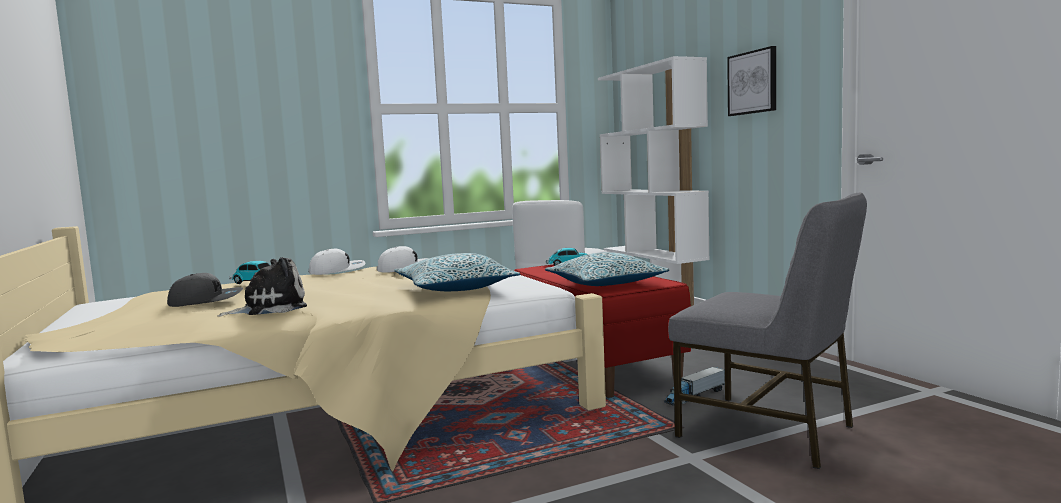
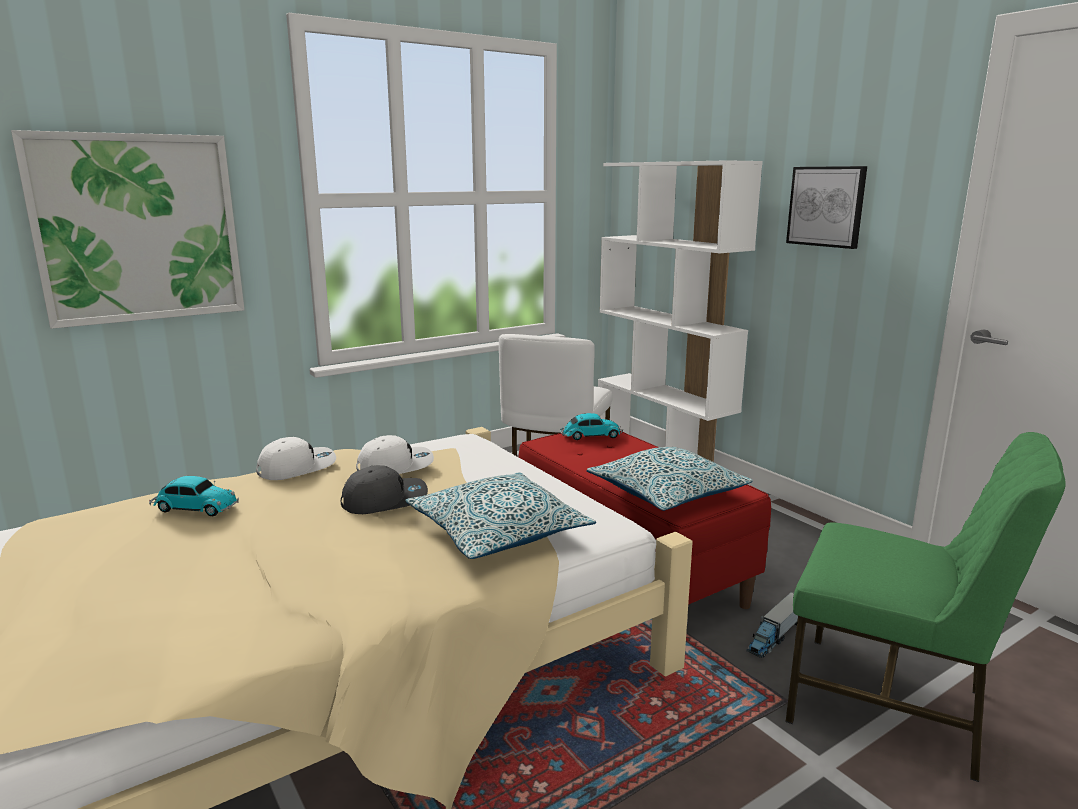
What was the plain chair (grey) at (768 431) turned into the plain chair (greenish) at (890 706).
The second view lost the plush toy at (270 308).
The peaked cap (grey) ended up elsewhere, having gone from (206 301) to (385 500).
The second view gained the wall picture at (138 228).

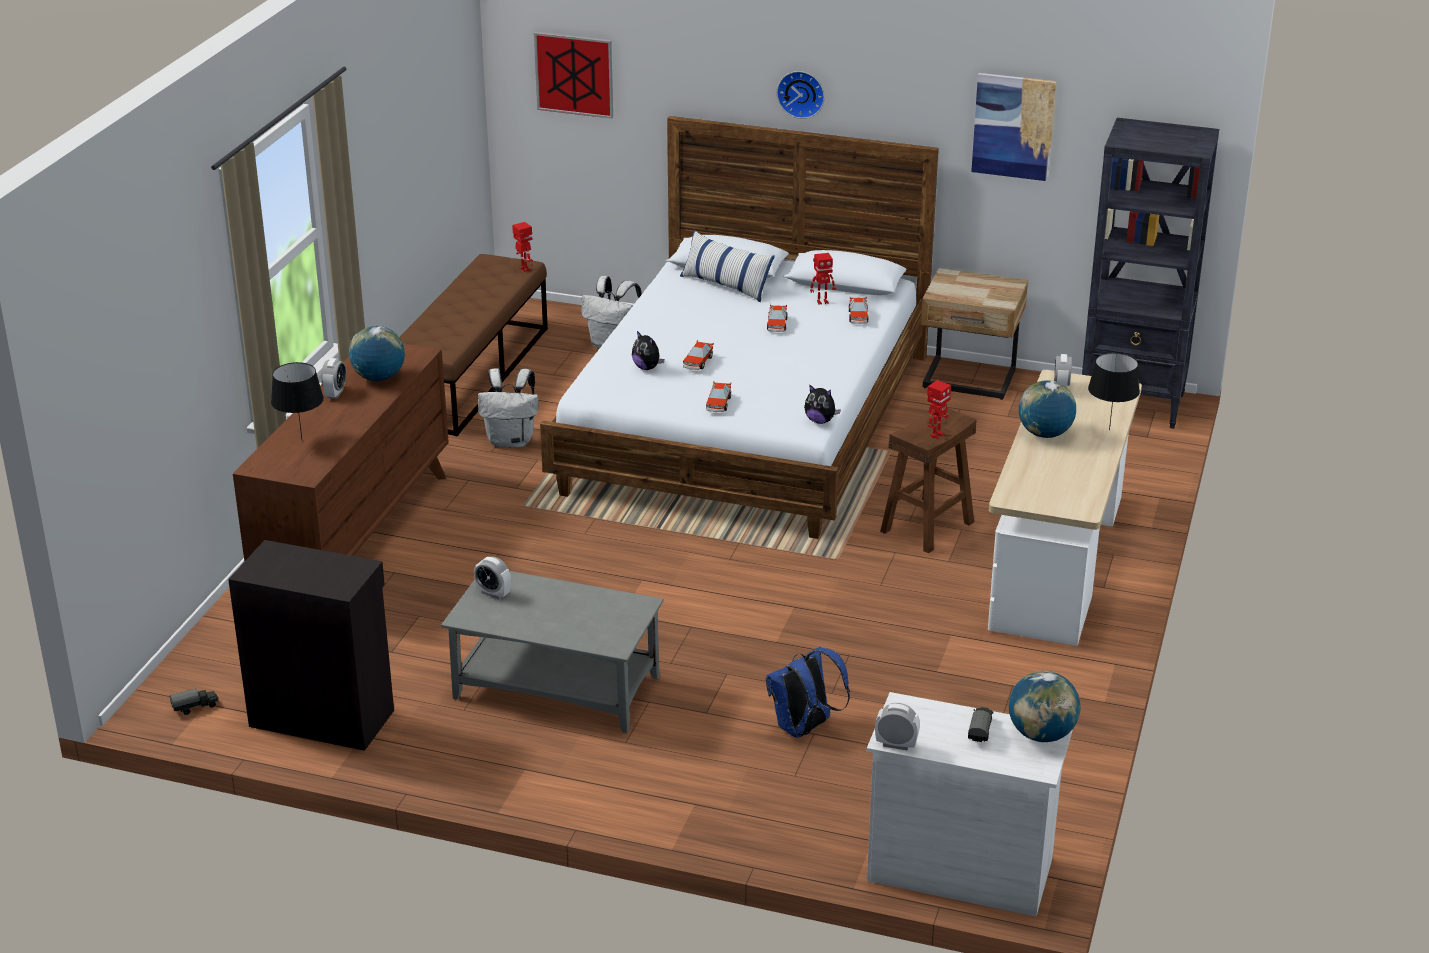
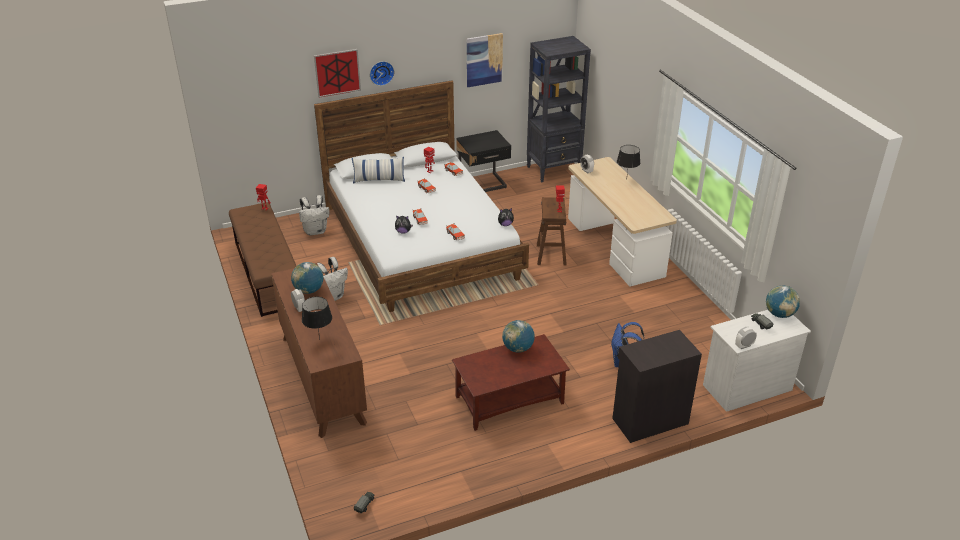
The wall picture ended up elsewhere, having gone from (574 74) to (337 72).
What was the night table (beige-coloured) at (969 381) turned into the night table (blackish) at (483 185).
The globe ended up elsewhere, having gone from (1045 434) to (518 348).
The cabinet (blackish) ended up elsewhere, having gone from (322 717) to (649 420).
The second view lost the bedside clock at (493 593).
What was the low table (grey) at (558 687) turned into the low table (brown-coloured) at (510 399).

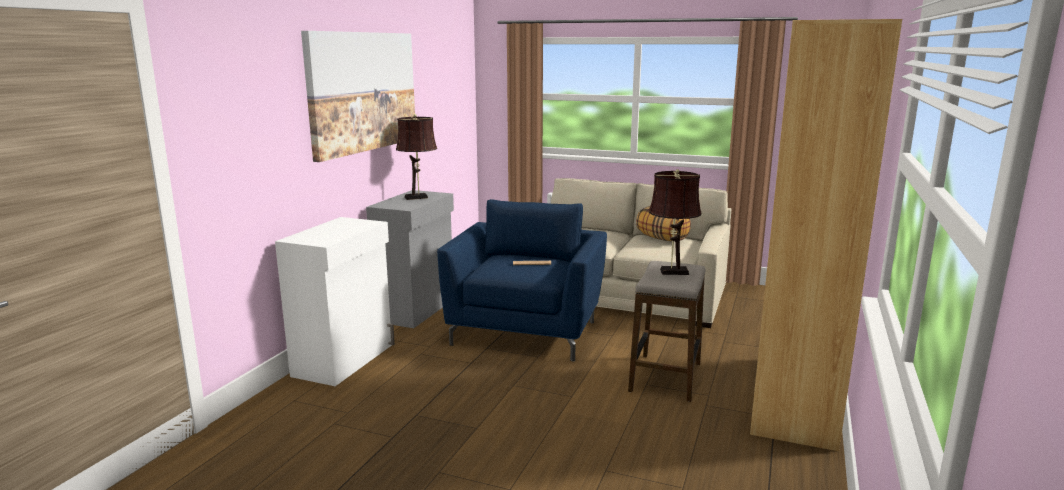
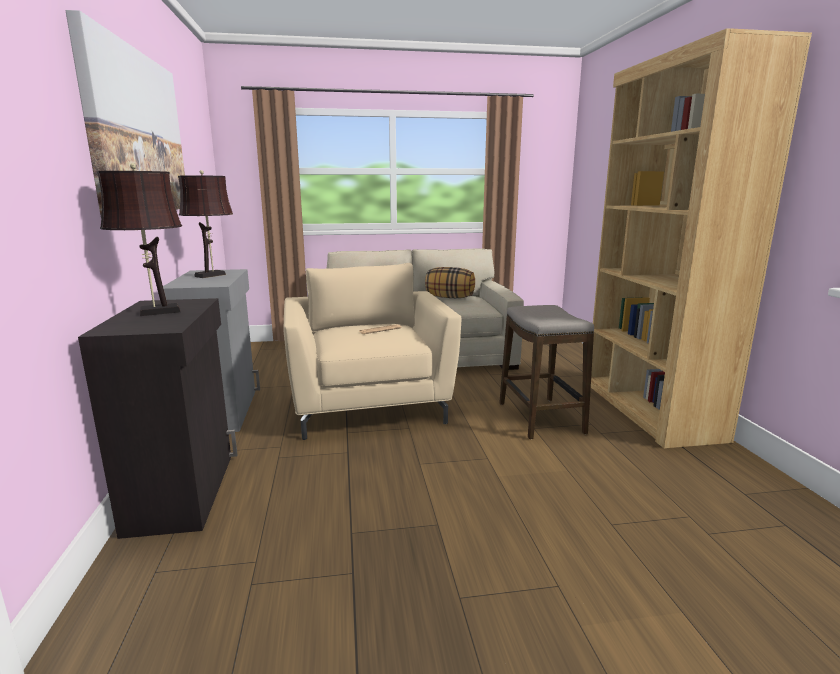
The tabletop lamp (brown-coloured) ended up elsewhere, having gone from (671 272) to (155 312).
What was the easy chair (blue) at (526 332) turned into the easy chair (beige-coloured) at (369 407).
What was the cabinet (whitish) at (345 360) turned into the cabinet (blackish) at (184 491).

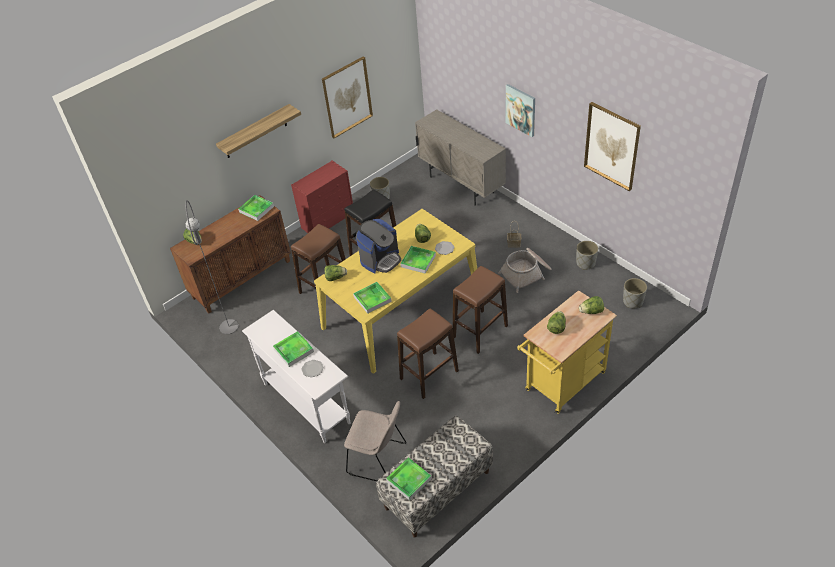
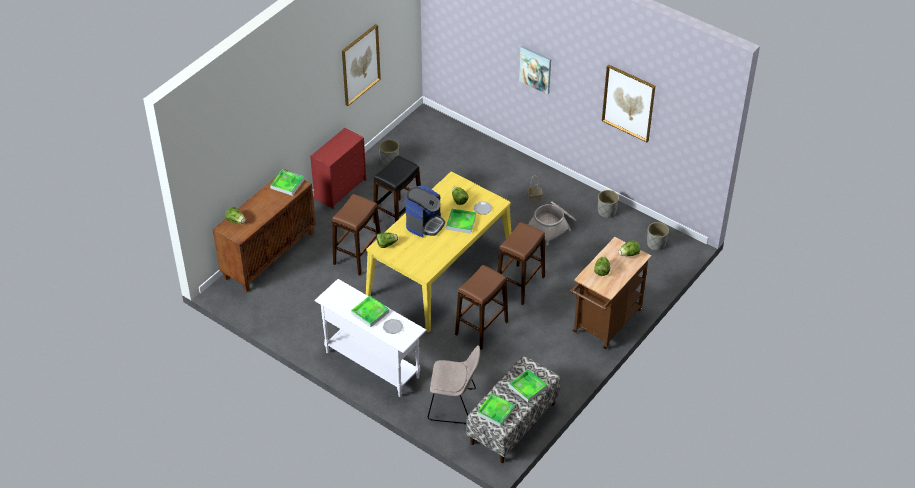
The second view lost the shelf at (255 132).
The second view lost the cabinet (beige-coloured) at (461 185).
The second view lost the standing lamp (grey) at (229 327).
The serving tray ended up elsewhere, having gone from (372 299) to (528 387).
What was the wheeled cart (yellow-coloured) at (562 385) turned into the wheeled cart (brown-coloured) at (604 325).

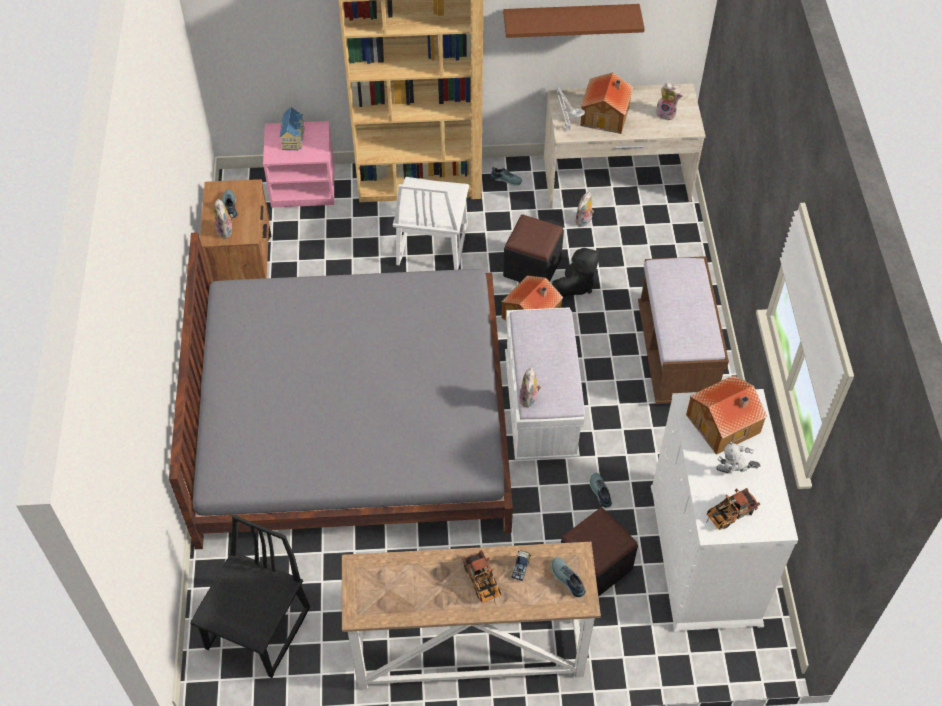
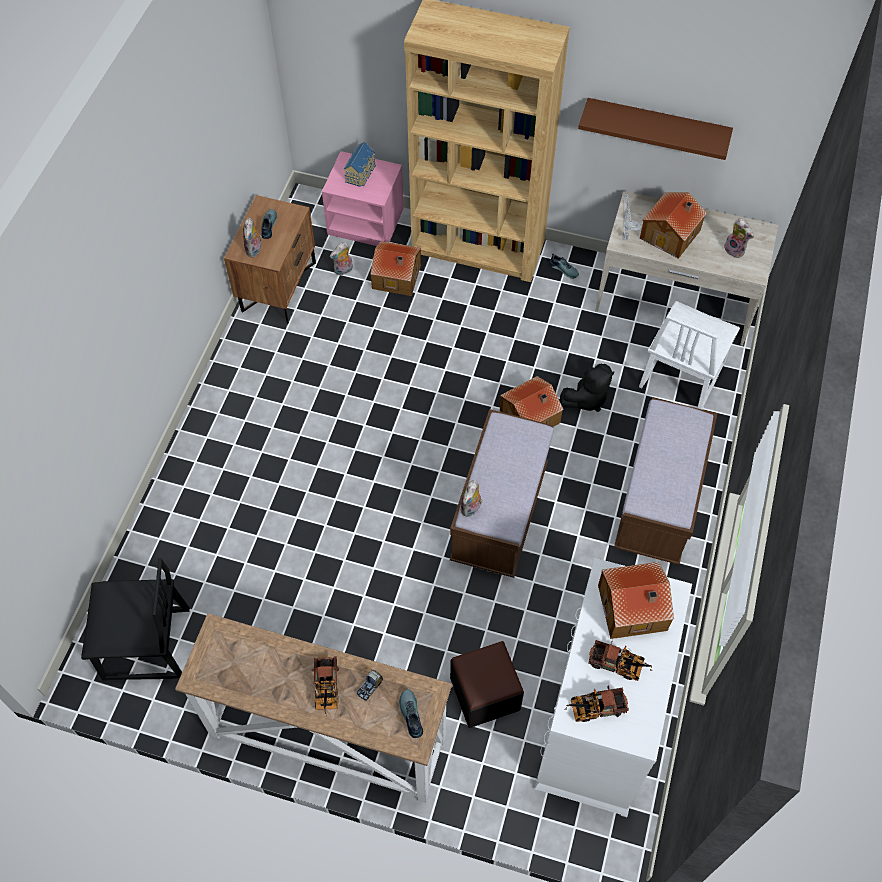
The plain chair (whitish) ended up elsewhere, having gone from (431 245) to (680 375).
The plush toy ended up elsewhere, having gone from (584 221) to (343 270).
The second view lost the pouffe (blackish) at (532 267).
The second view lost the sleeping bed (grey) at (352 417).
What was the long seat (whitish) at (540 407) turned into the long seat (brown-coloured) at (499 513).
Where the toy robot stood at (733 473), the toy lorry came to stand at (619 665).
The second view lost the low shoe at (599 492).
The plain chair (blackish) at (259 629) ended up facing another way, 45 degrees clockwise from before.
The second view gained the miniature house at (397 277).

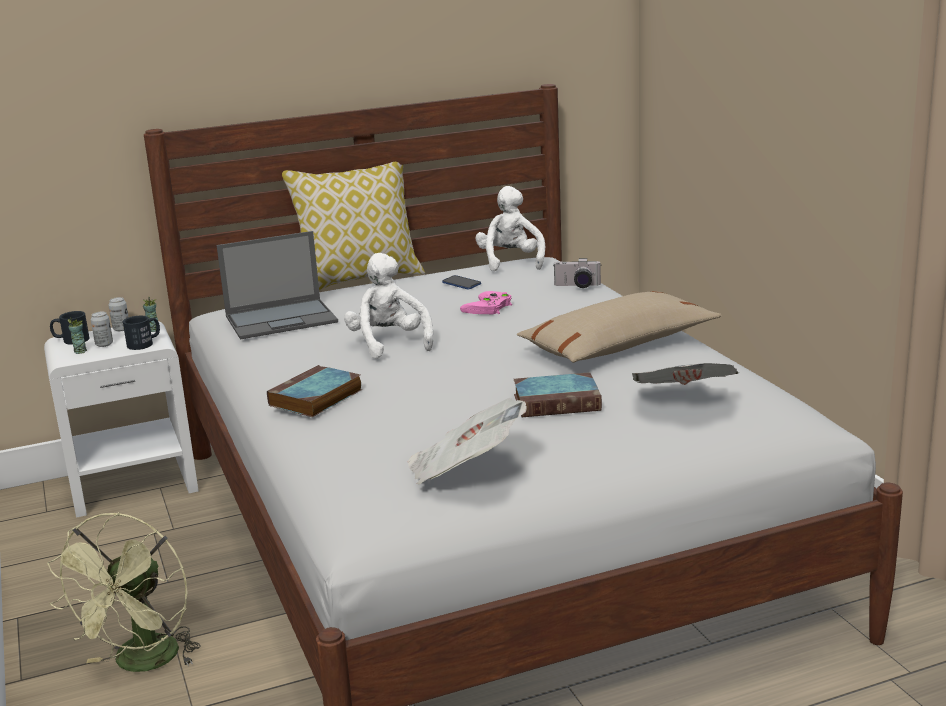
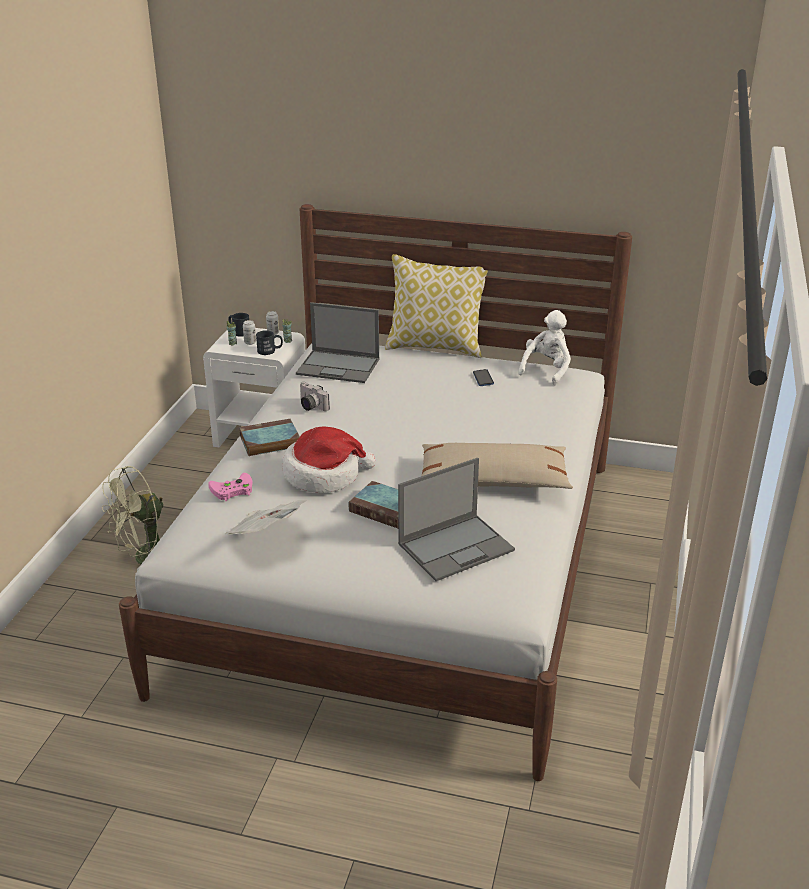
The second view lost the plush toy (whitish) at (389 343).
The photo camera ended up elsewhere, having gone from (577 286) to (310 406).
The game controller (pinkish) ended up elsewhere, having gone from (488 308) to (231 490).
Where the daily paper stood at (683 402), the notebook computer came to stand at (457 546).
The second view gained the hat at (324 475).

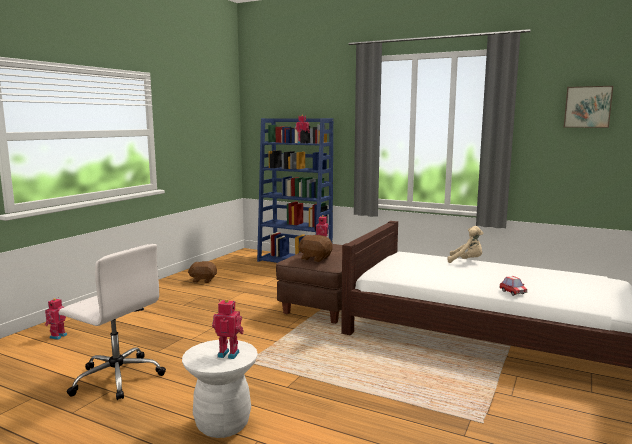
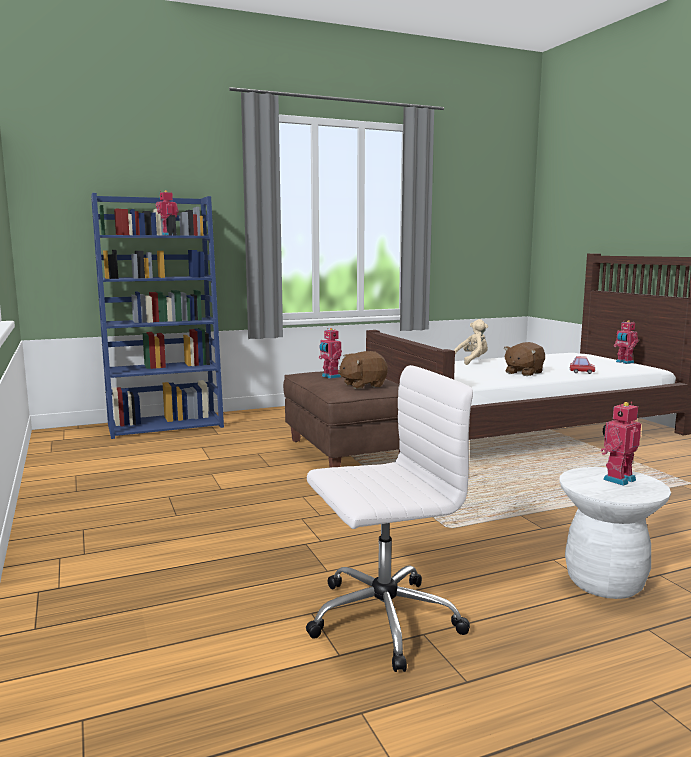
The second view lost the wall picture at (587 107).
The plush toy (brown-coloured) ended up elsewhere, having gone from (203 280) to (523 373).
The toy robot ended up elsewhere, having gone from (57 336) to (624 362).

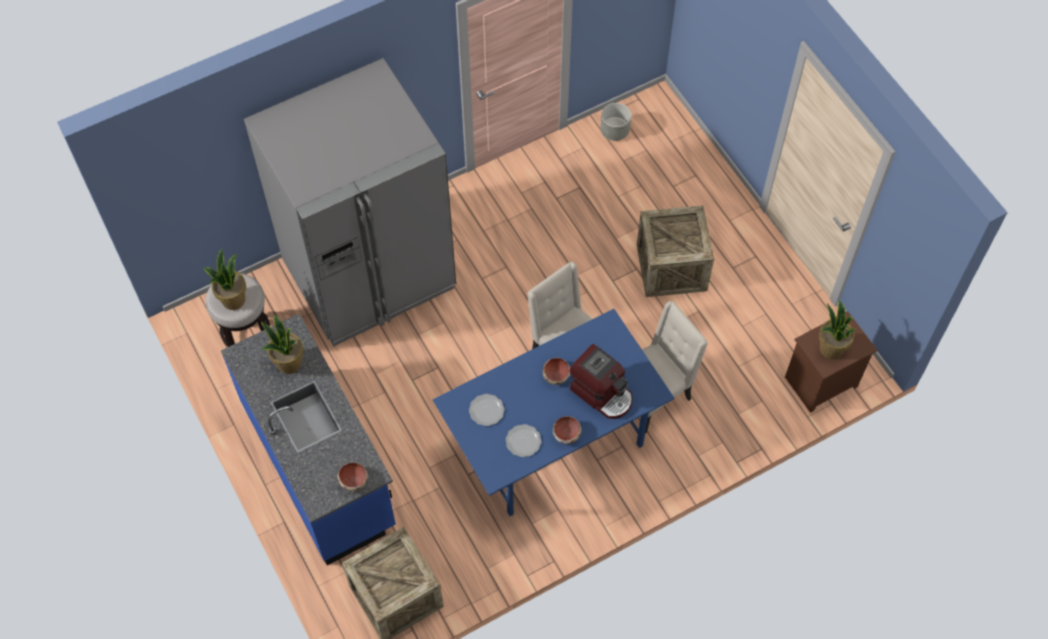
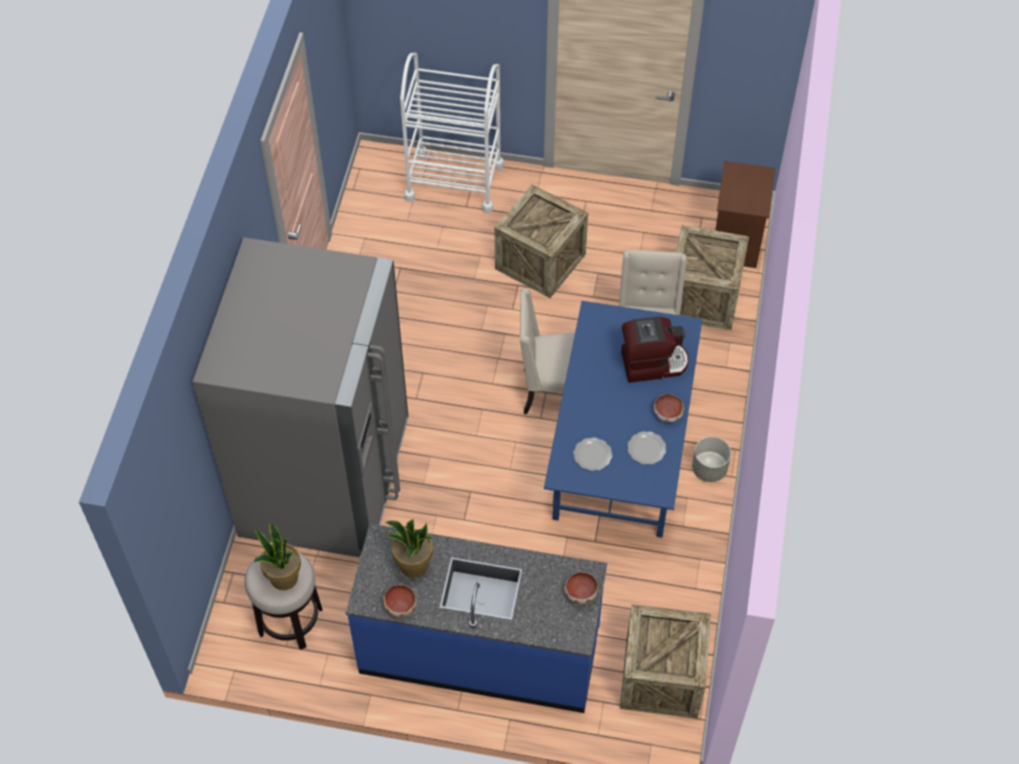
The plant pot (grey) ended up elsewhere, having gone from (614 131) to (709 469).
The second view lost the potted plant at (830 348).
The serving bowl ended up elsewhere, having gone from (555 375) to (399 606).
The second view gained the wheeled cart (whitish) at (454 181).
The second view gained the crate at (703 298).

